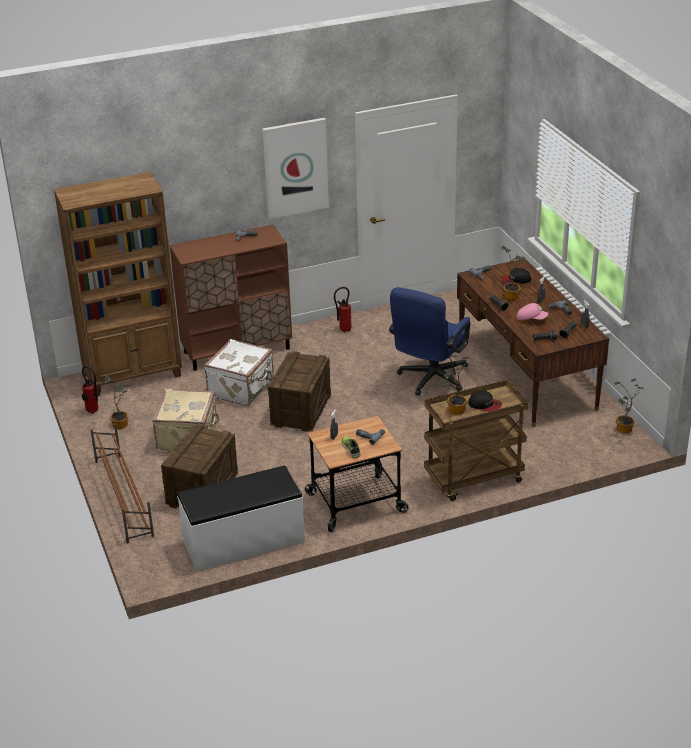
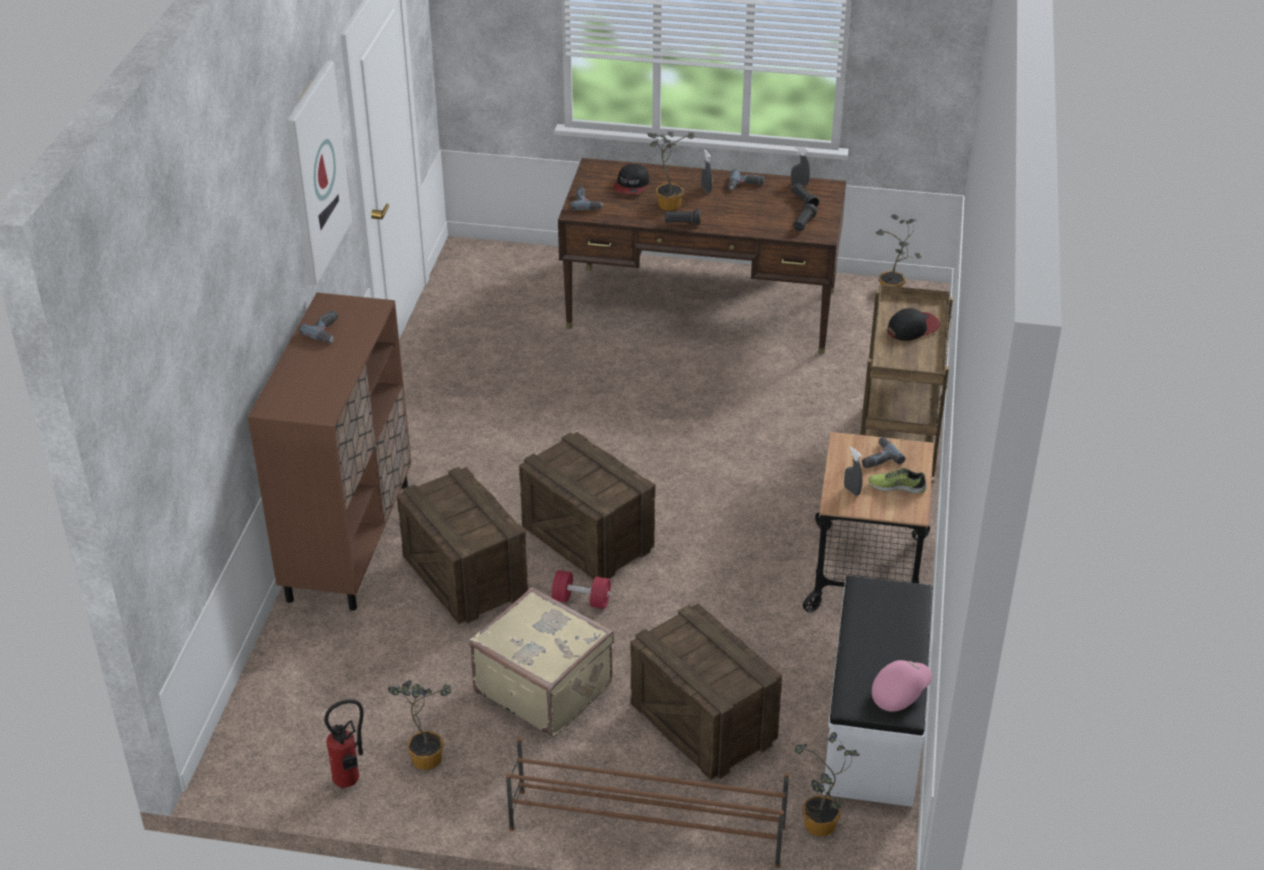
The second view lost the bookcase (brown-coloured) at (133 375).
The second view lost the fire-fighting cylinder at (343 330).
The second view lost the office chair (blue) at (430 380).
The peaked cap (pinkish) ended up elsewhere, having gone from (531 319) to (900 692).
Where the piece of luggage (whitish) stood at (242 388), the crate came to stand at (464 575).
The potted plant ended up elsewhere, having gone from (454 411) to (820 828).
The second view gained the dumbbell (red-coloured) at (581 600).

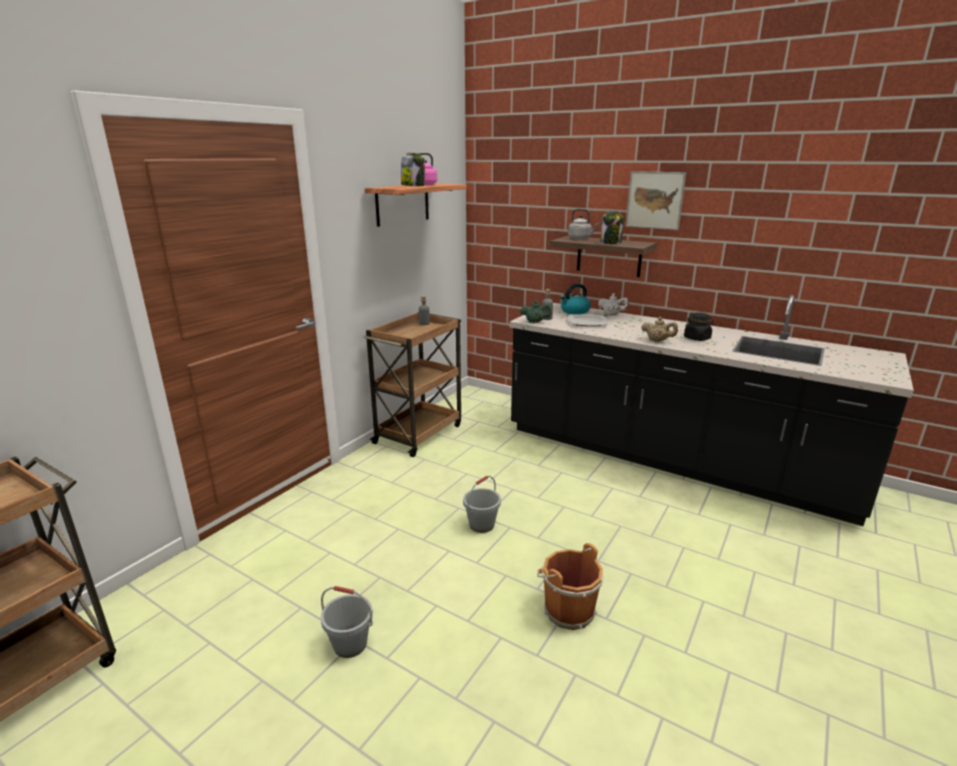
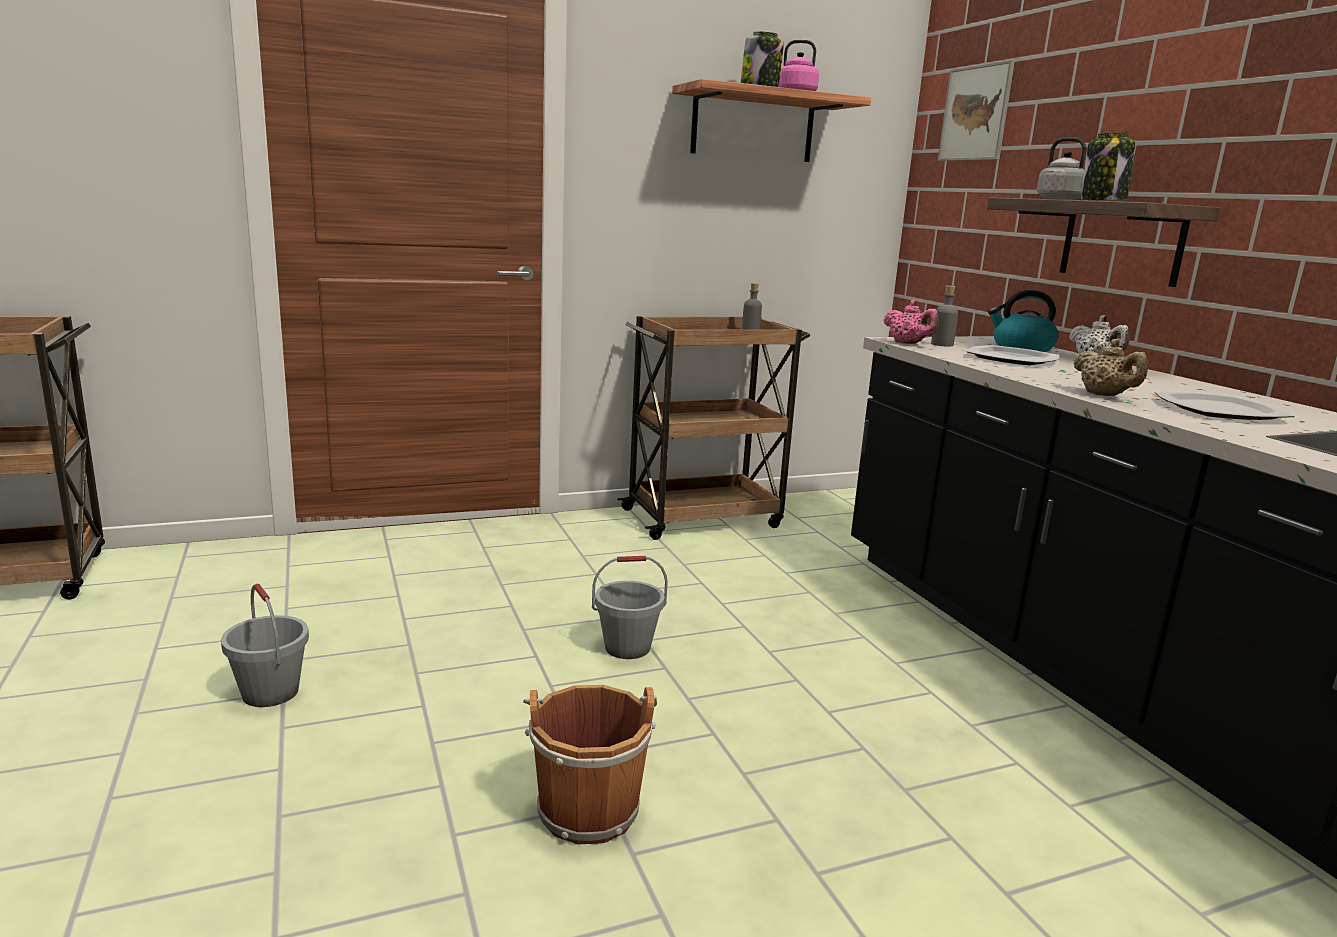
The wall picture ended up elsewhere, having gone from (654 200) to (975 113).
What was the teapot (greenish) at (535 322) turned into the teapot (pinkish) at (908 344).
Where the storage jar (blackish) stood at (697 338), the plate came to stand at (1218 410).

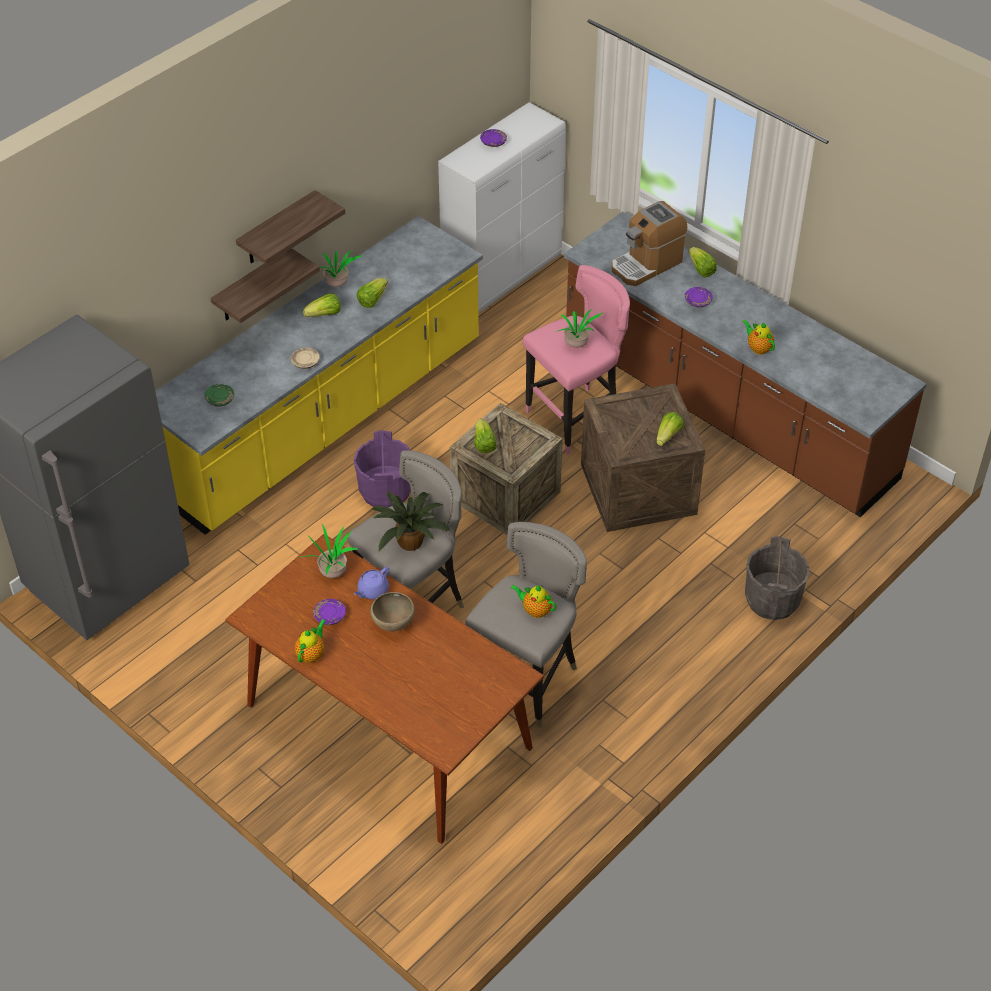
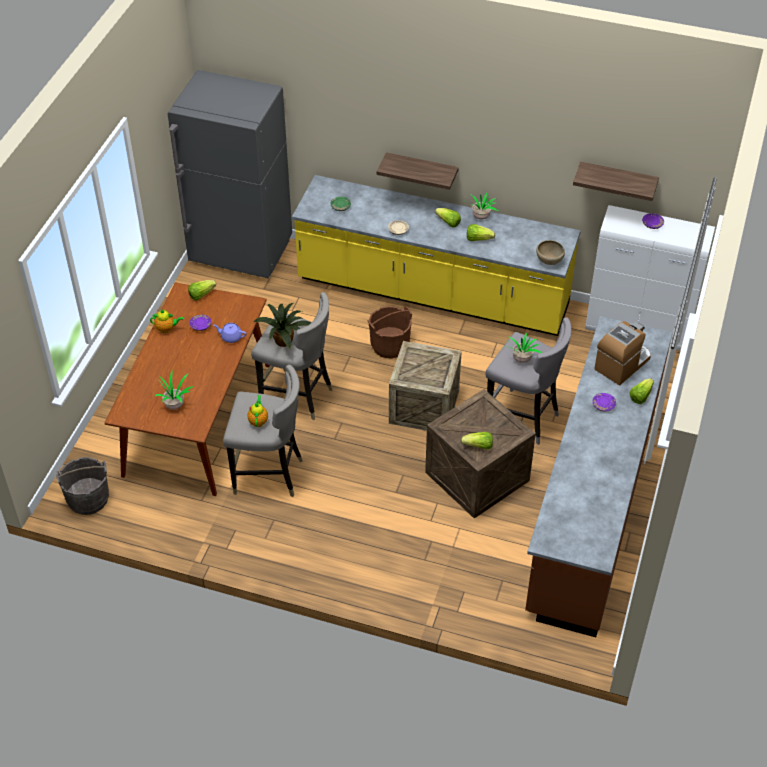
The shelf ended up elsewhere, having gone from (277 229) to (617 180).
The coffee maker at (646 264) ended up facing another way, 105 degrees clockwise from before.
What was the stool (pinkish) at (575 419) turned into the stool (grey) at (523 419).
The second view lost the teapot at (758 348).
The lettuce ended up elsewhere, having gone from (483 444) to (201 294).
What was the water bucket (purple) at (385 491) turned into the water bucket (brown-coloured) at (389 345).
The potted plant ended up elsewhere, having gone from (332 571) to (175 405).
The water bucket (grey) ended up elsewhere, having gone from (772 600) to (88 499).
The serving bowl (brown-coloured) ended up elsewhere, having gone from (393 624) to (549 262).

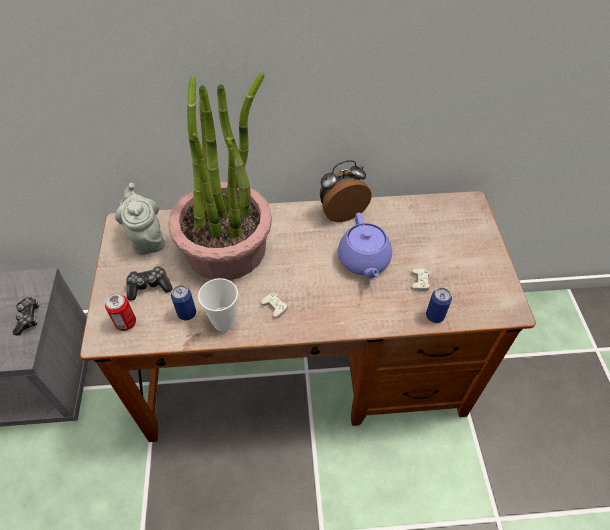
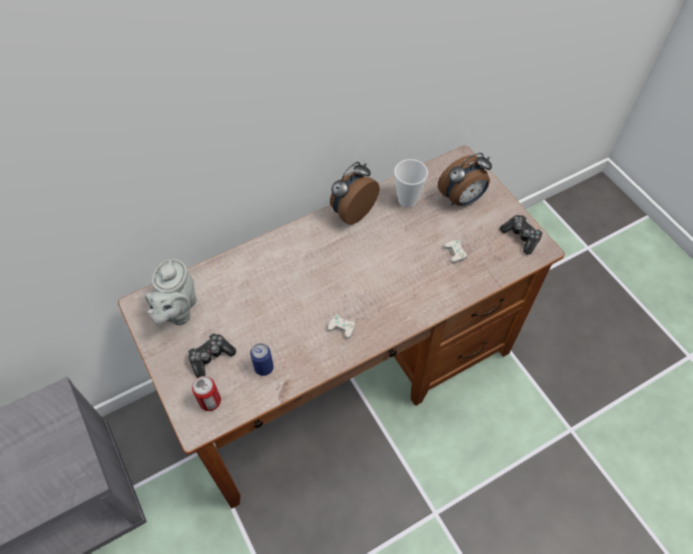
The second view lost the potted plant at (226 247).
The teapot (grey) at (146 238) ended up facing another way, 120 degrees counterclockwise from before.
The second view lost the teapot (purple) at (364 260).
The small cup ended up elsewhere, having gone from (224 322) to (407 200).
The second view lost the sealed can at (434 316).
The game controller ended up elsewhere, having gone from (28 318) to (521 237).
The second view gained the bedside clock at (462 199).

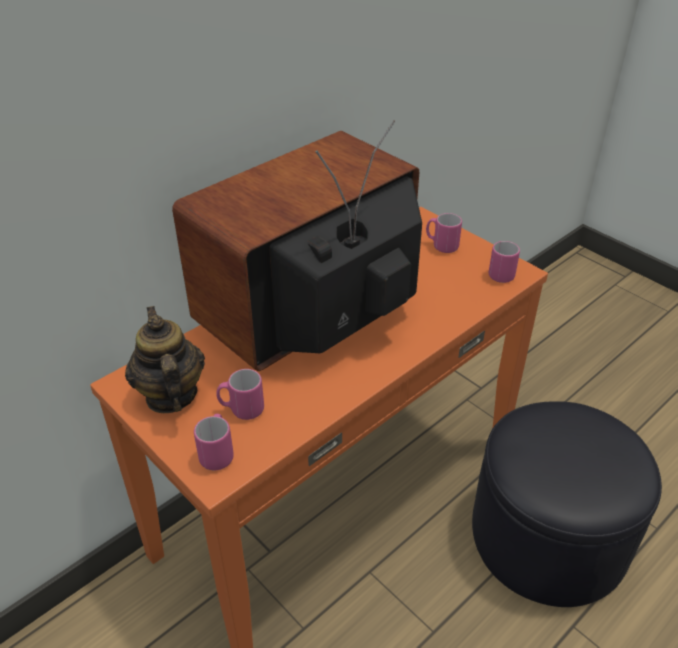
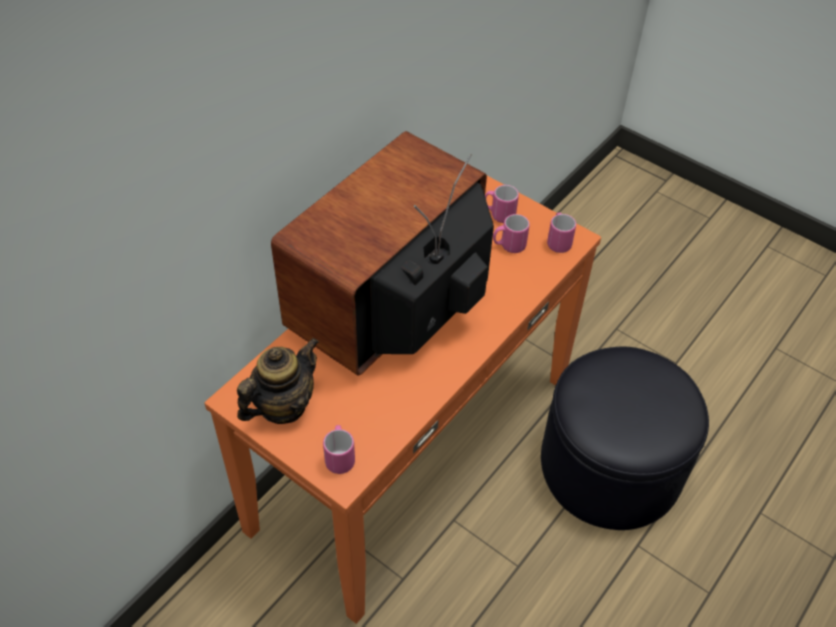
The teapot at (170 395) ended up facing another way, 75 degrees clockwise from before.
The mug (pinkish) ended up elsewhere, having gone from (241 409) to (508 246).

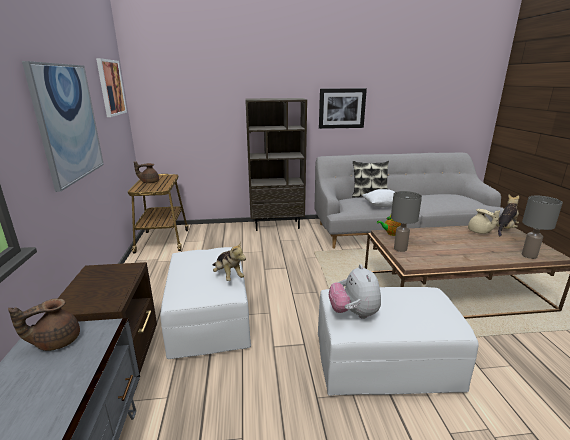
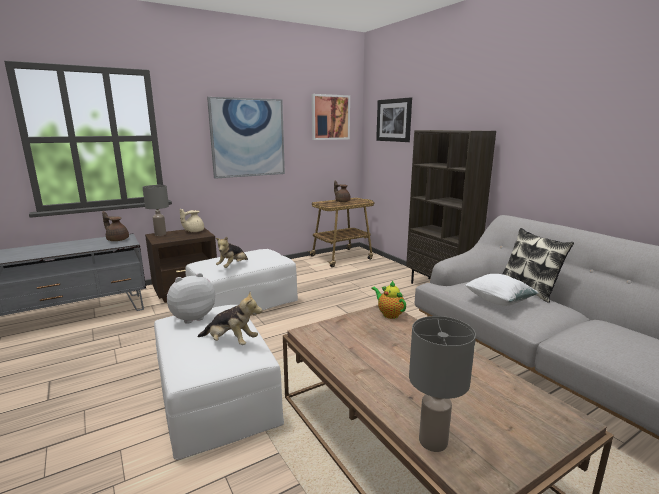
The wall picture ended up elsewhere, having gone from (342 108) to (394 120).
The tabletop lamp (grey) ended up elsewhere, having gone from (400 249) to (160 234).
The plush toy ended up elsewhere, having gone from (505 229) to (231 342).
The teapot (beige-coloured) ended up elsewhere, having gone from (479 232) to (193 231).

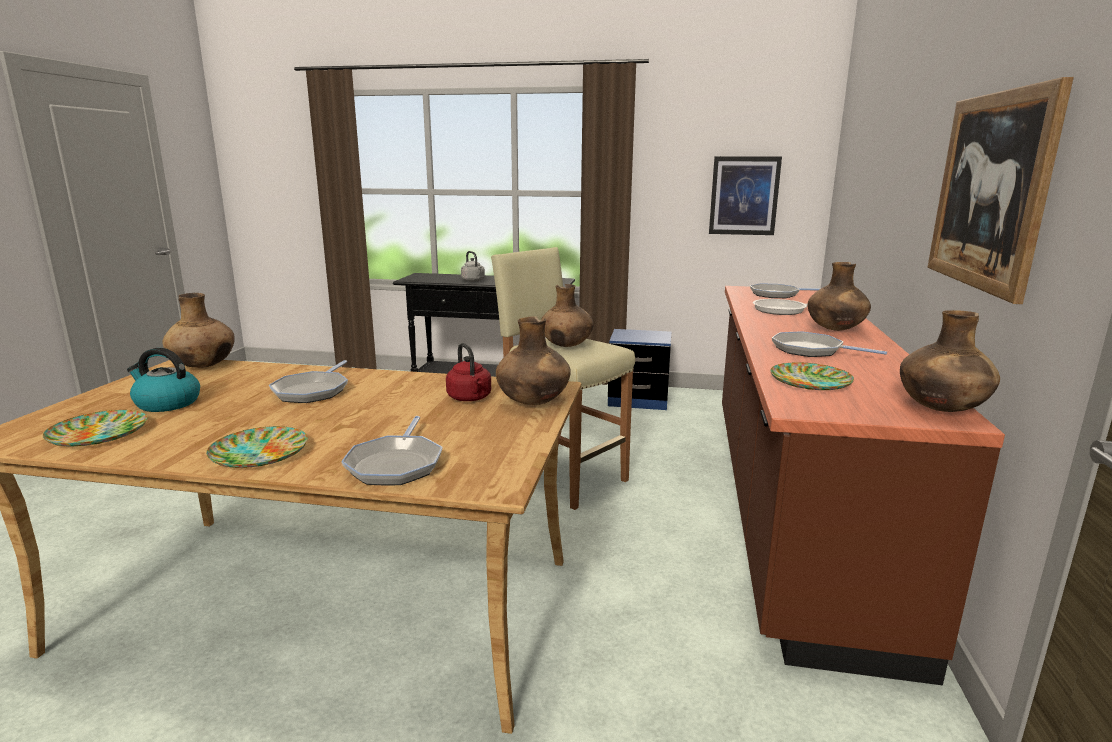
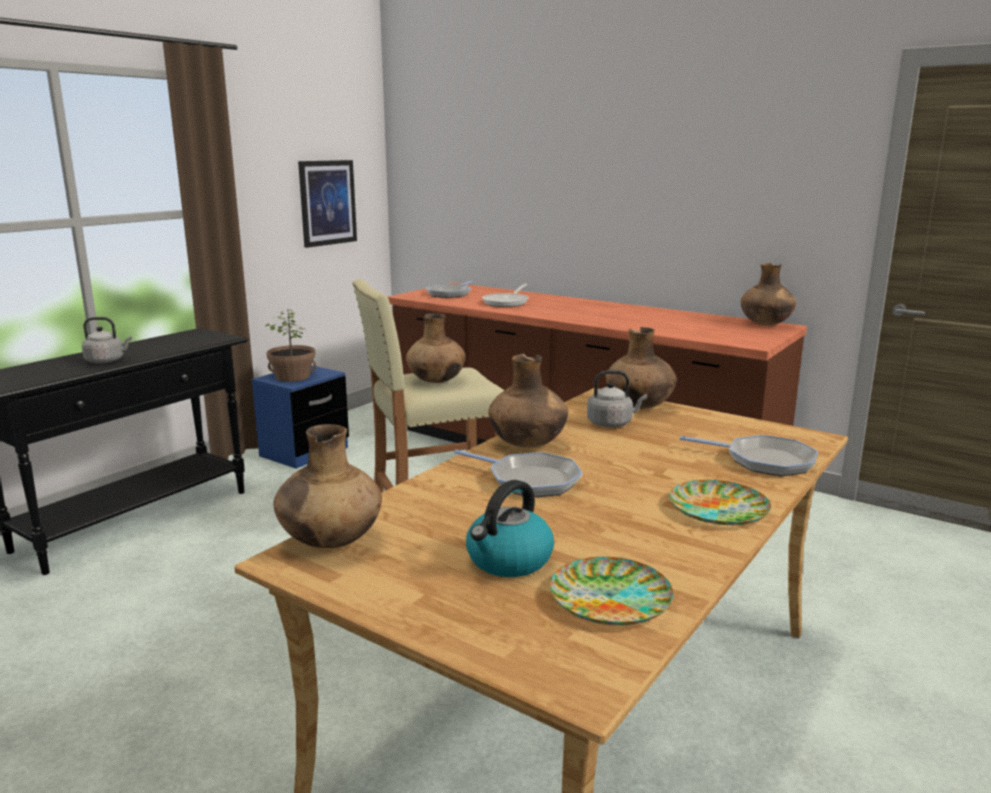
The second view lost the wall picture at (990 191).
The decorative vase (brown-coloured) ended up elsewhere, having gone from (835 329) to (528 445).
The second view lost the pan at (811 350).
What was the tea kettle (red-coloured) at (470 398) turned into the tea kettle (grey) at (612 423).
The second view lost the plate at (810 381).
The second view gained the potted plant at (293 377).

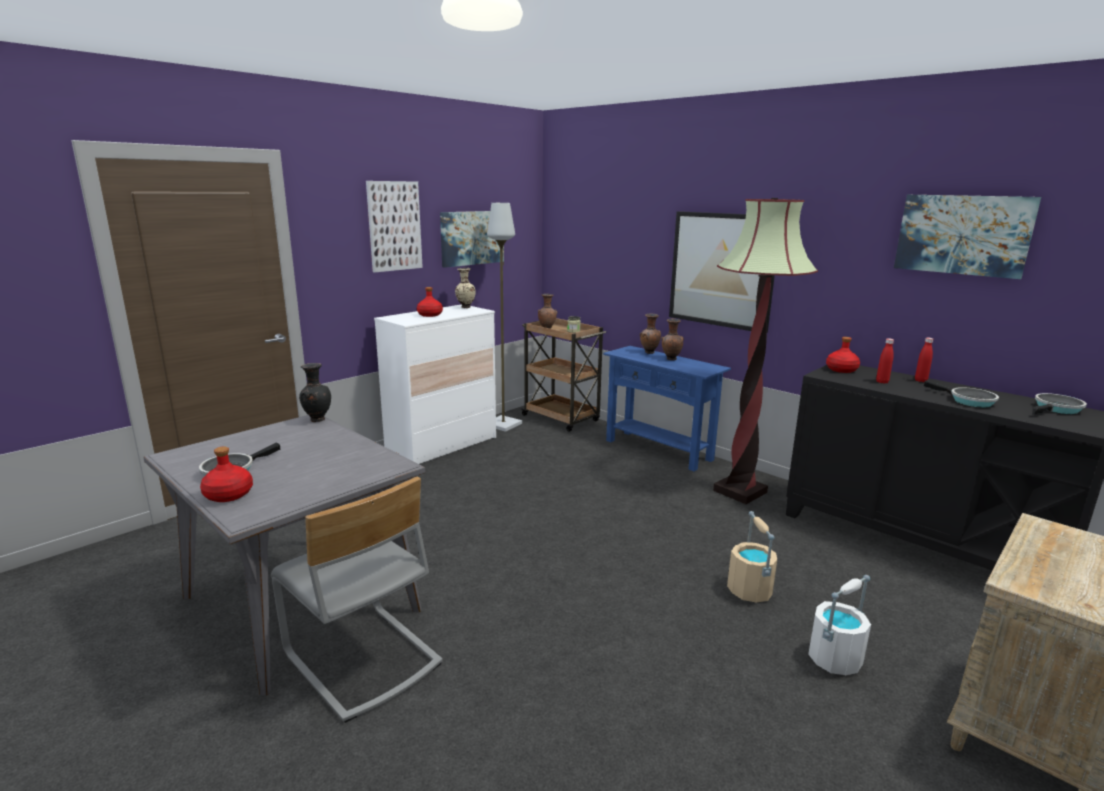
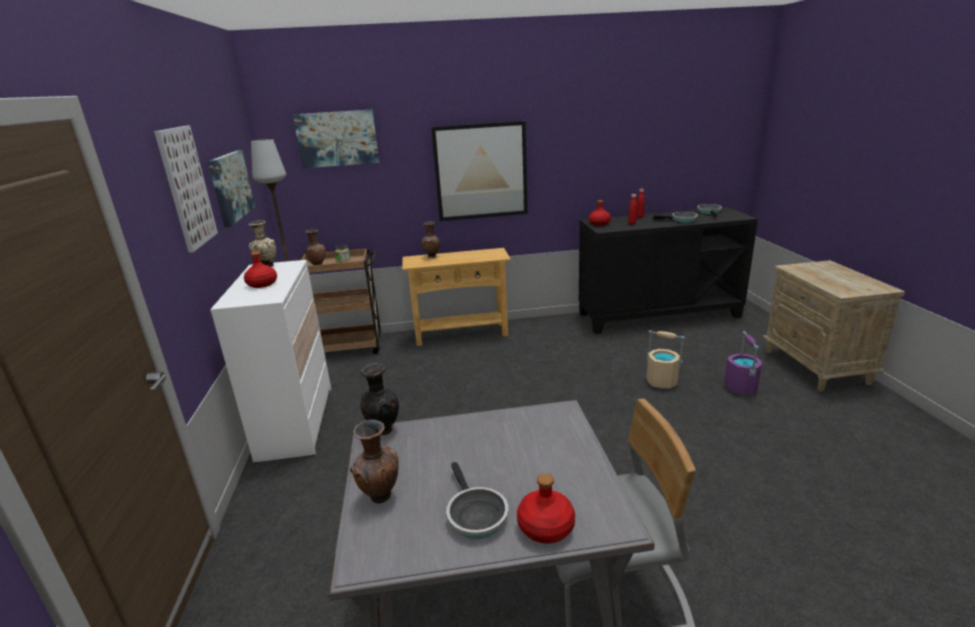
The wall picture ended up elsewhere, having gone from (962 234) to (337 138).
The second view lost the standing lamp at (739 491).
The decorative vase (brown-coloured) ended up elsewhere, having gone from (670 359) to (380 498).
What was the console table (blue) at (658 450) turned into the console table (beige-coloured) at (461 334).
What was the water bucket (whitish) at (834 659) turned into the water bucket (purple) at (741 387).

